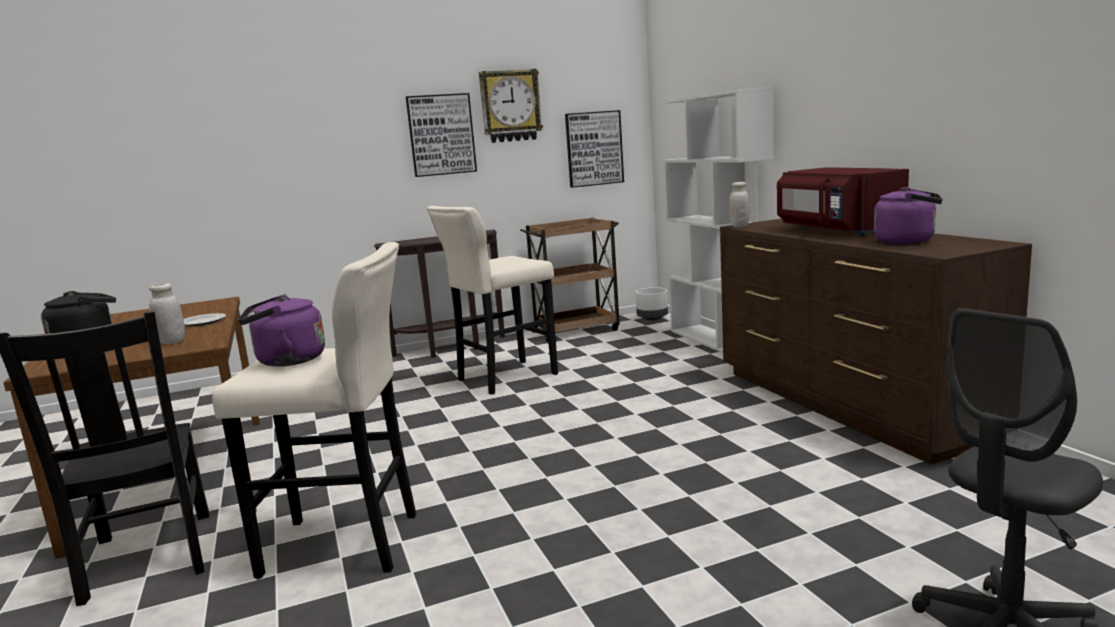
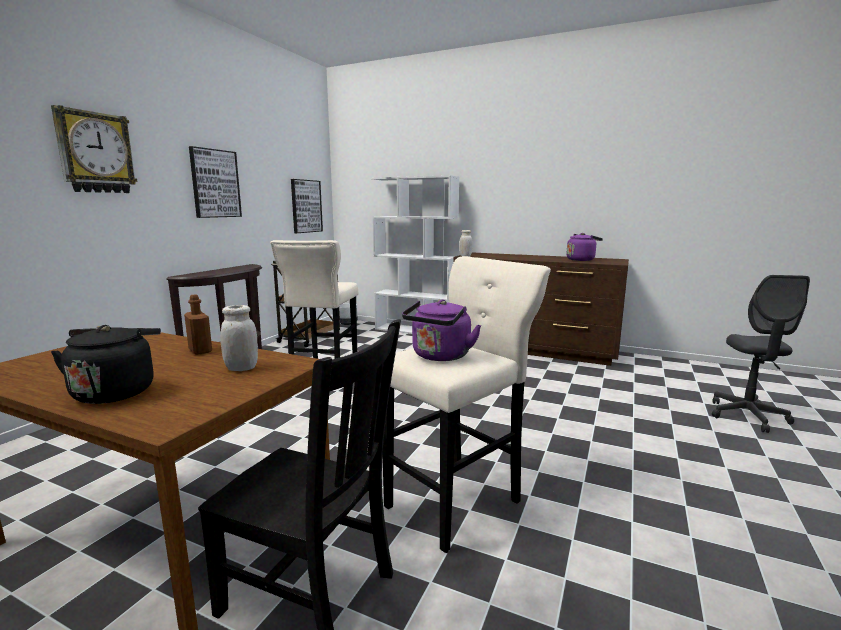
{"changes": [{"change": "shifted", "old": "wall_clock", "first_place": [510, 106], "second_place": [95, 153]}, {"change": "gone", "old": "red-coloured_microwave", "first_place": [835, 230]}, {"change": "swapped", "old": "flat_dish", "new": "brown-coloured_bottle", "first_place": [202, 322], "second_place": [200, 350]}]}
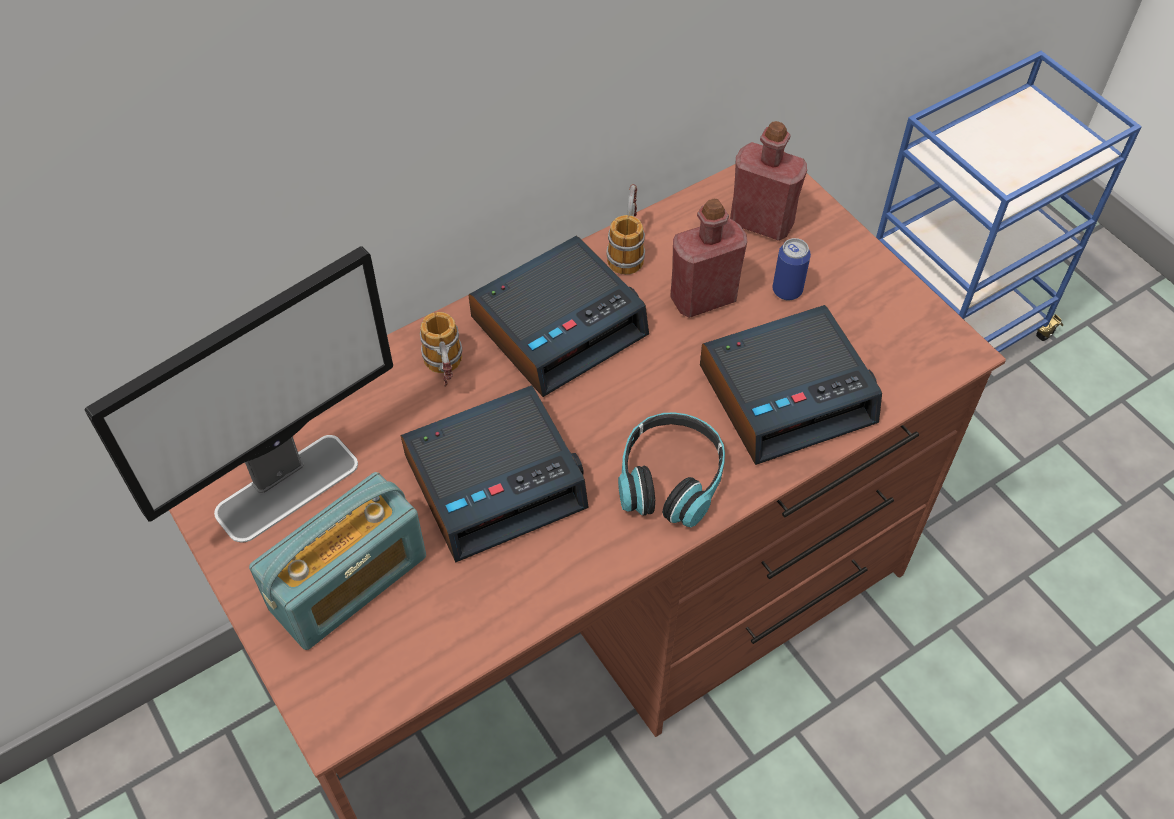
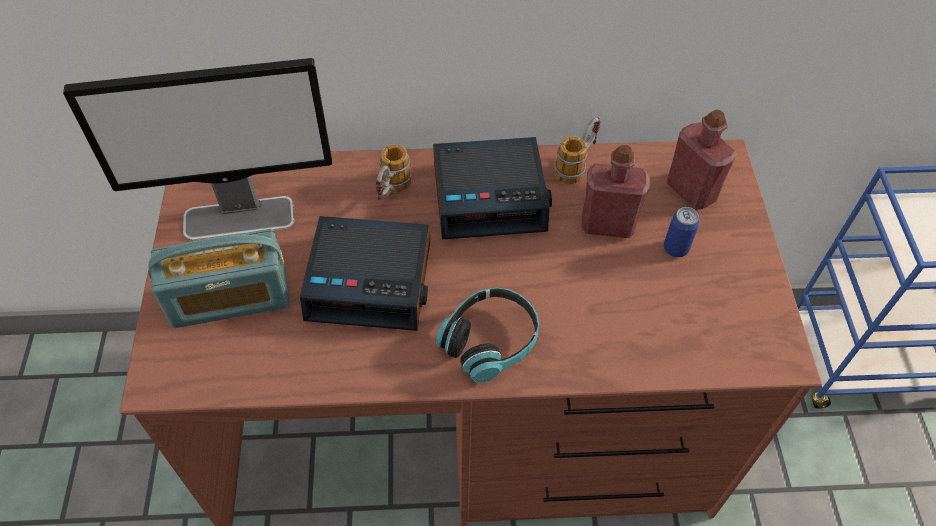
{"changes": [{"change": "gone", "old": "alarm_clock", "first_place": [787, 393]}]}
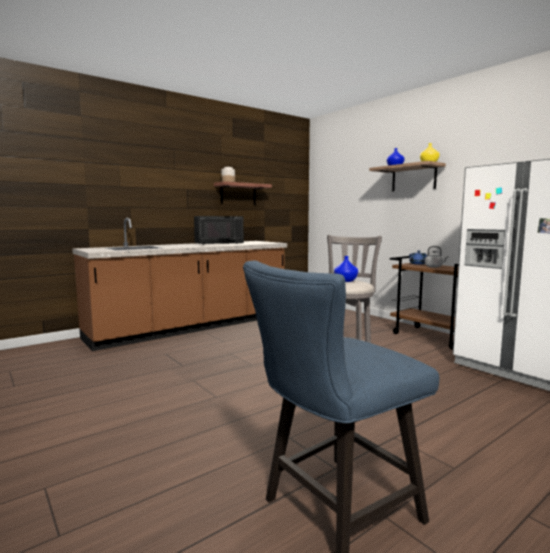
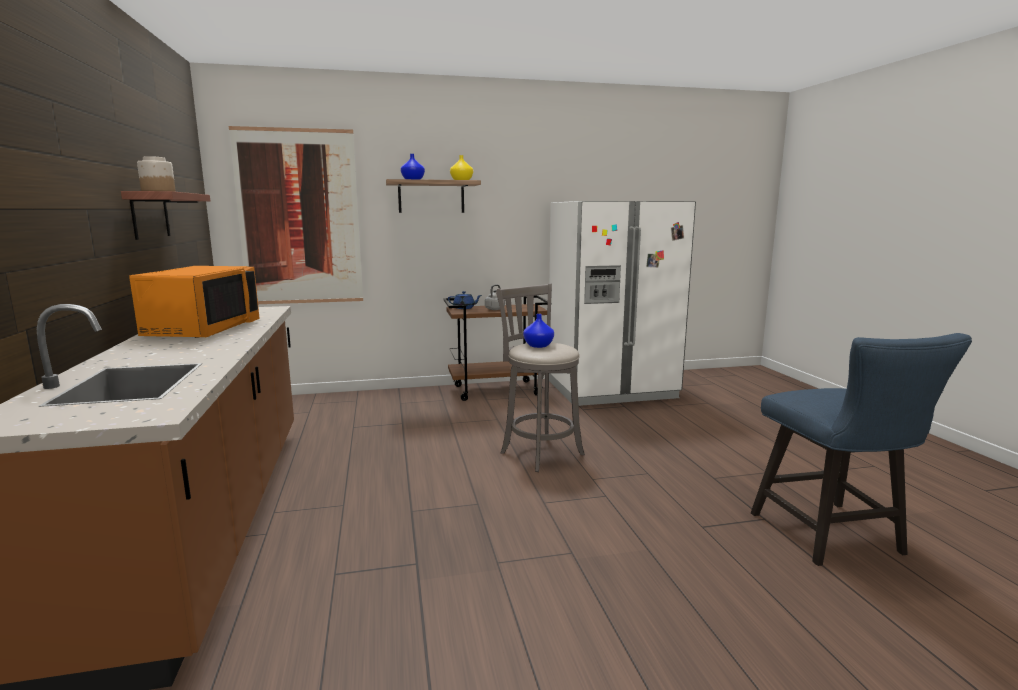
{"changes": [{"change": "repainted", "old": "black_microwave", "new": "orangey_microwave", "first_place": [218, 243], "second_place": [202, 329]}, {"change": "new", "new": "wall_picture", "second_place": [299, 218]}]}
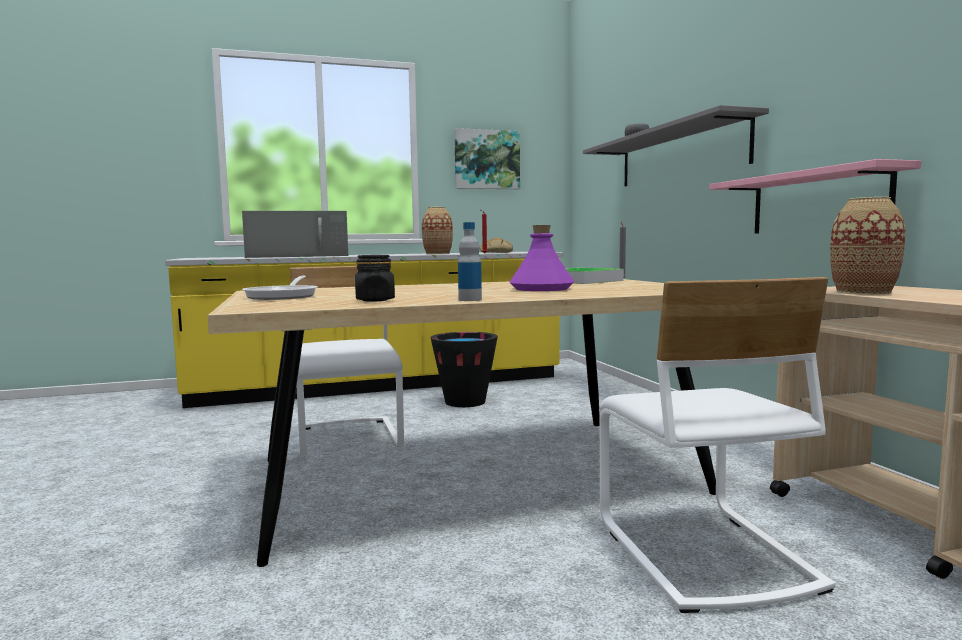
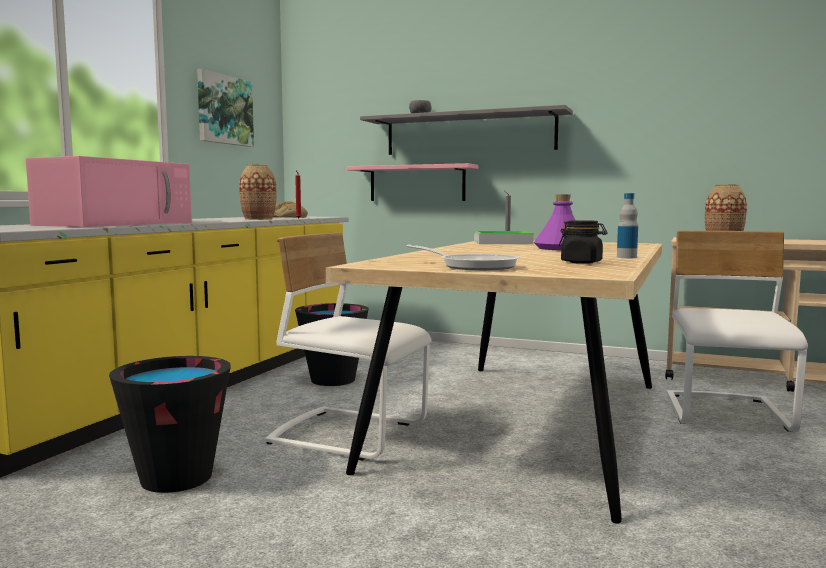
{"changes": [{"change": "shifted", "old": "pink-coloured_bracket_shelf", "first_place": [817, 203], "second_place": [417, 183]}, {"change": "repainted", "old": "grey_microwave", "new": "pink-coloured_microwave", "first_place": [299, 256], "second_place": [118, 224]}, {"change": "rotated", "old": "whitish_upright_chair", "first_place": [702, 554], "second_place": [727, 414], "degrees": -105}, {"change": "new", "new": "black_bucket", "second_place": [176, 478]}]}
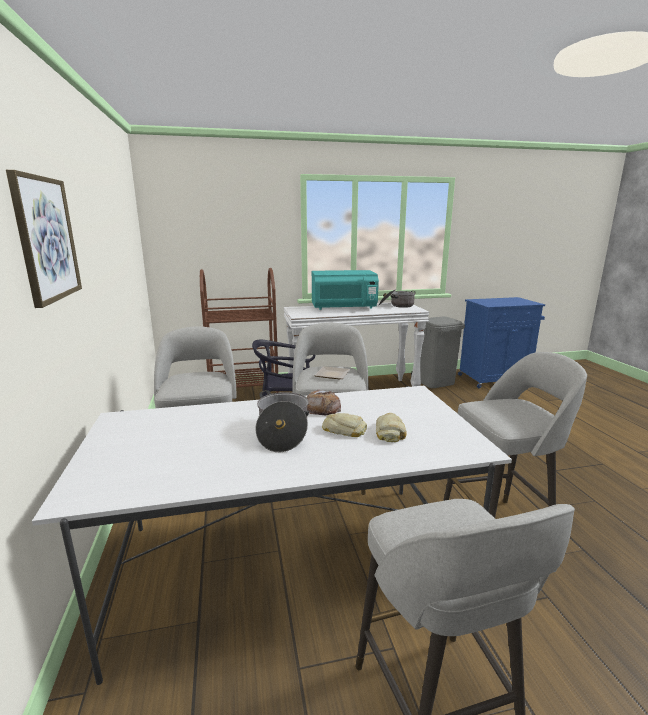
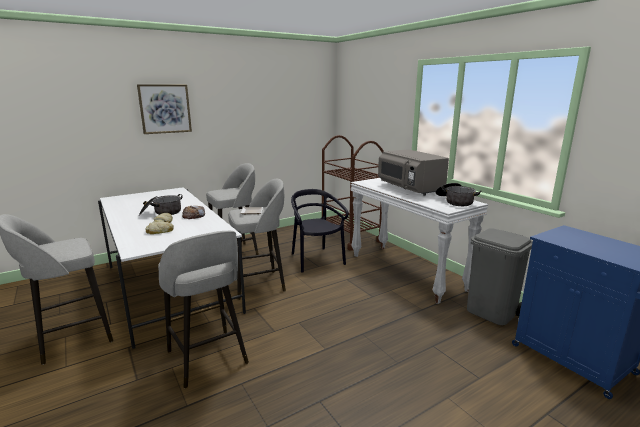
{"changes": [{"change": "repainted", "old": "blue-green_microwave", "new": "grey_microwave", "first_place": [343, 308], "second_place": [410, 188]}]}
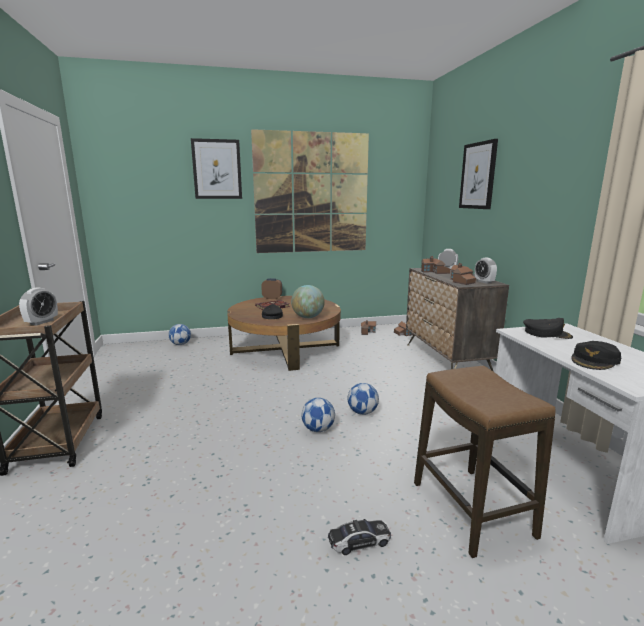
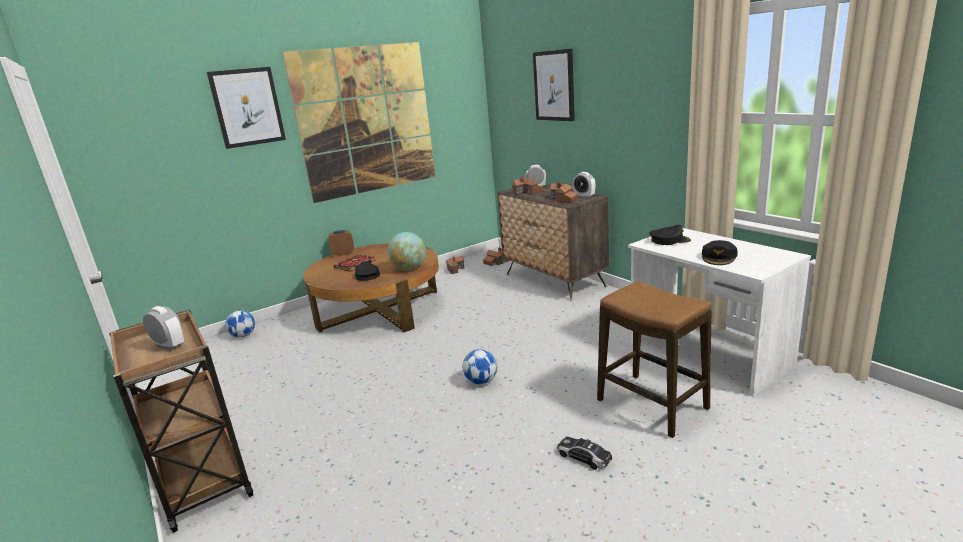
{"changes": [{"change": "rotated", "old": "alarm_clock", "first_place": [42, 322], "second_place": [169, 346], "degrees": -60}, {"change": "gone", "old": "ball_for_football", "first_place": [362, 412]}, {"change": "rotated", "old": "toy_car", "first_place": [359, 541], "second_place": [584, 457], "degrees": -105}]}
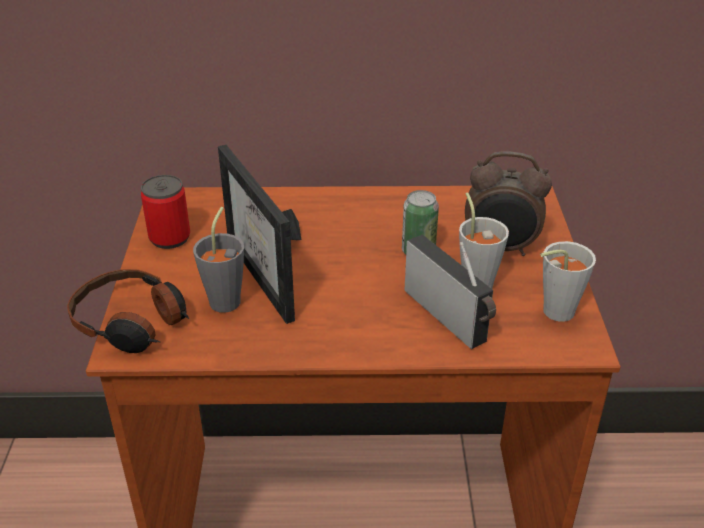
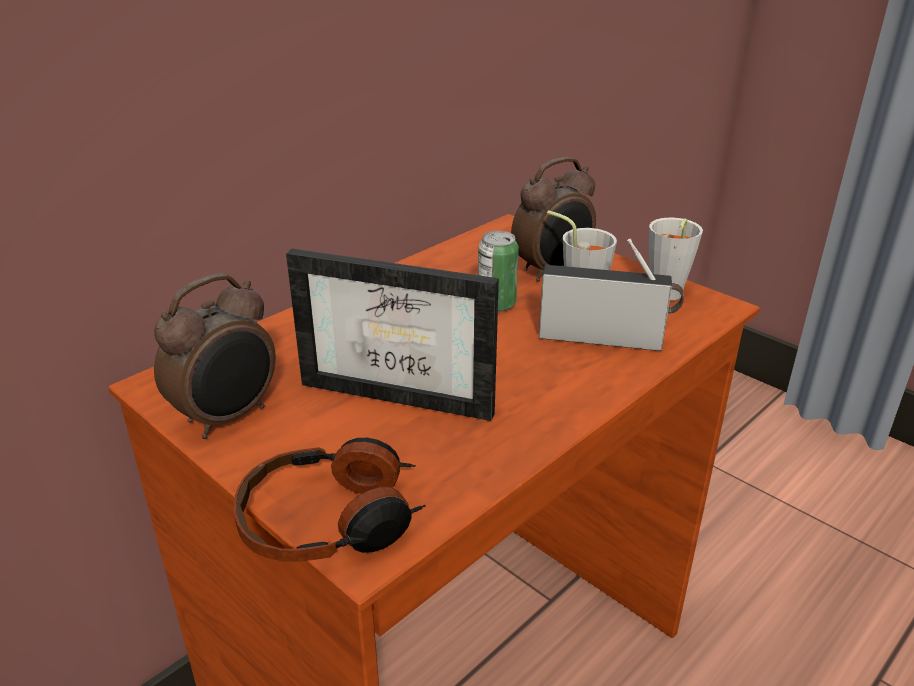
{"changes": [{"change": "swapped", "old": "metal_can", "new": "alarm_clock", "first_place": [170, 238], "second_place": [229, 417]}, {"change": "gone", "old": "grey_small_cup", "first_place": [227, 298]}]}
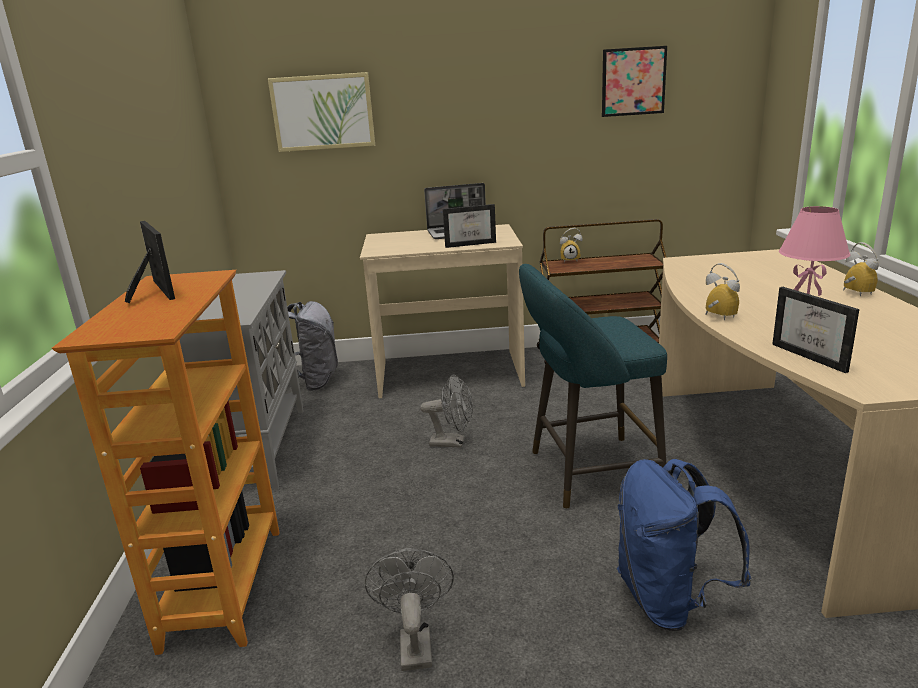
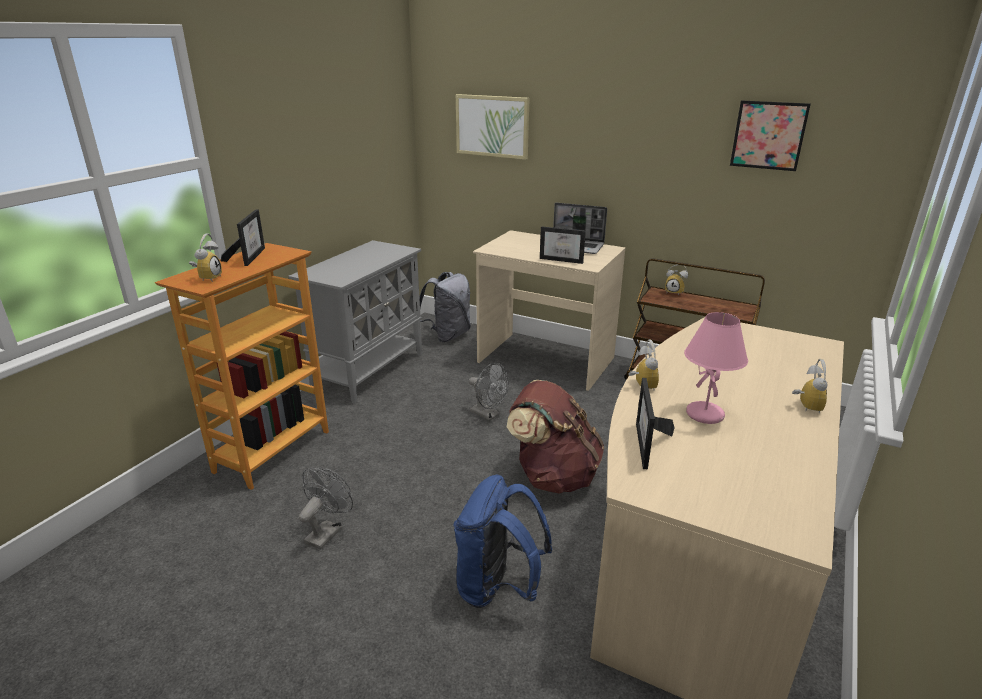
{"changes": [{"change": "swapped", "old": "blue-green_stool", "new": "brown-coloured_knapsack", "first_place": [587, 473], "second_place": [553, 476]}, {"change": "new", "new": "alarm_clock", "second_place": [208, 278]}]}
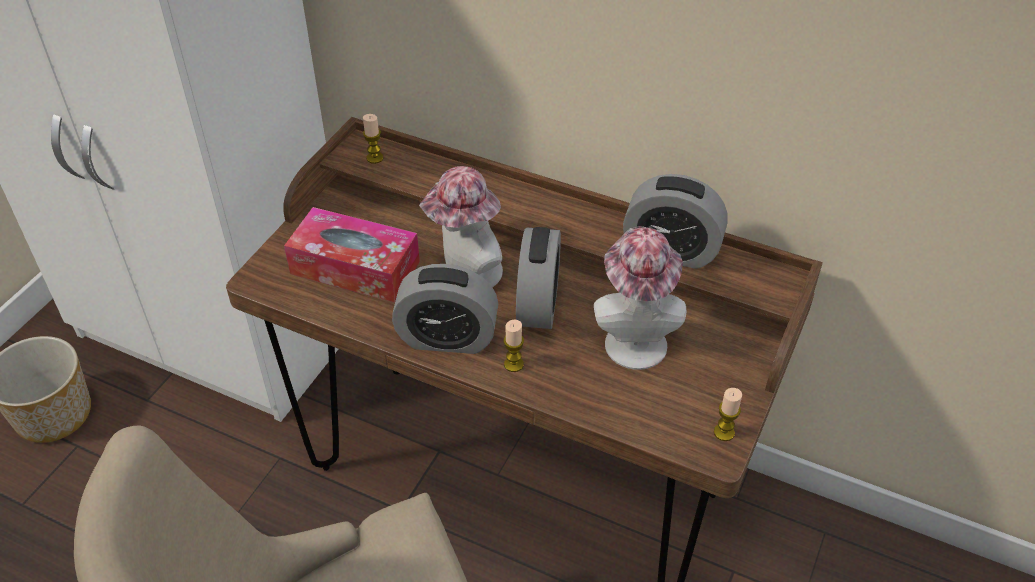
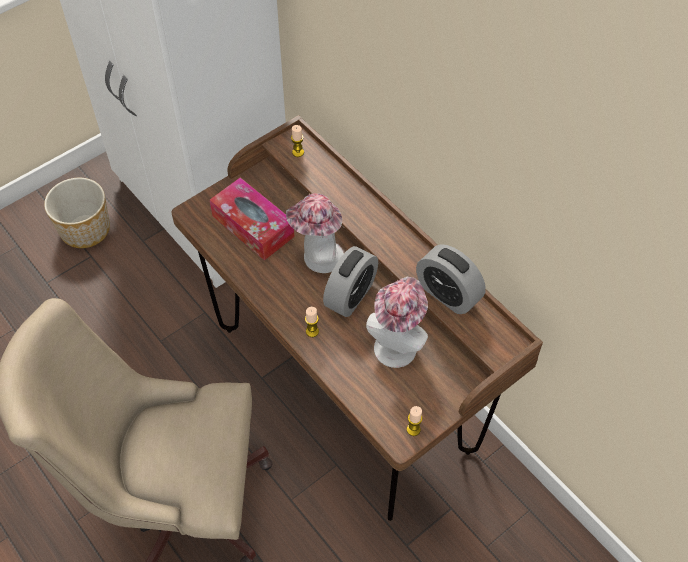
{"changes": [{"change": "gone", "old": "alarm_clock", "first_place": [447, 338]}]}
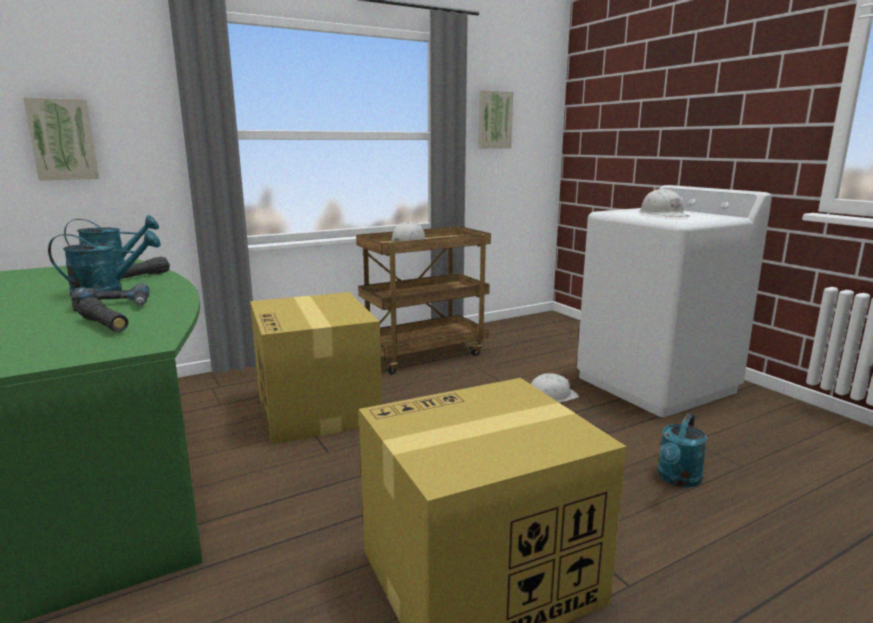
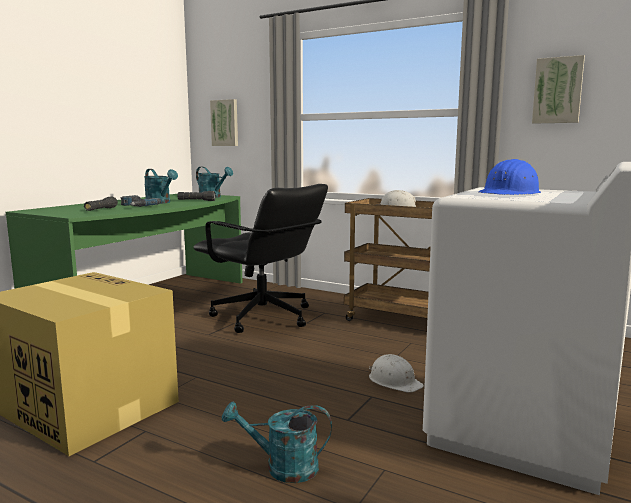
{"changes": [{"change": "repainted", "old": "whitish_hard_hat", "new": "blue-coloured_hard_hat", "first_place": [663, 215], "second_place": [510, 193]}, {"change": "swapped", "old": "cardboard_box", "new": "black_computer_chair", "first_place": [318, 409], "second_place": [263, 317]}]}
